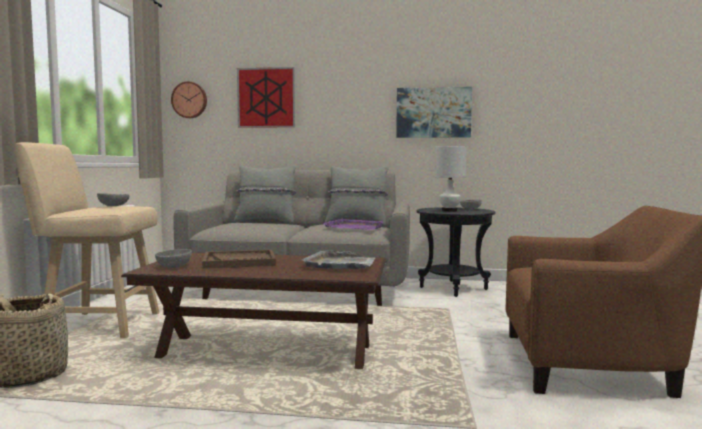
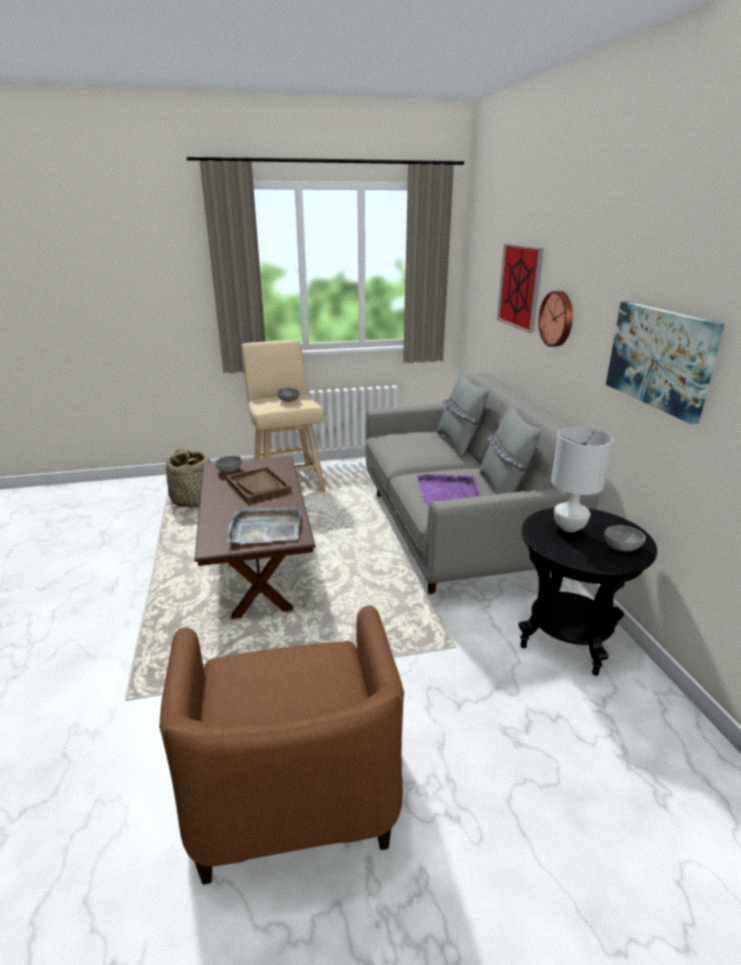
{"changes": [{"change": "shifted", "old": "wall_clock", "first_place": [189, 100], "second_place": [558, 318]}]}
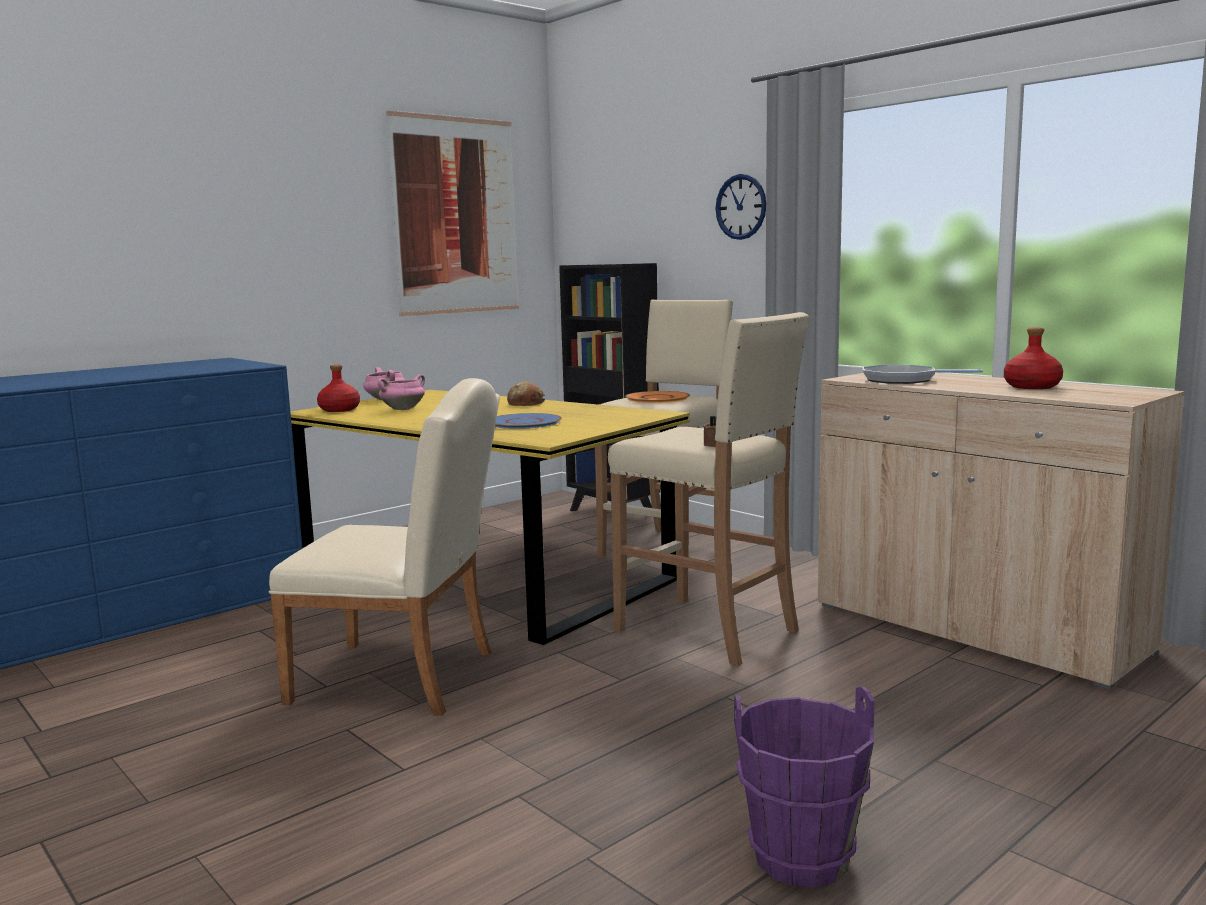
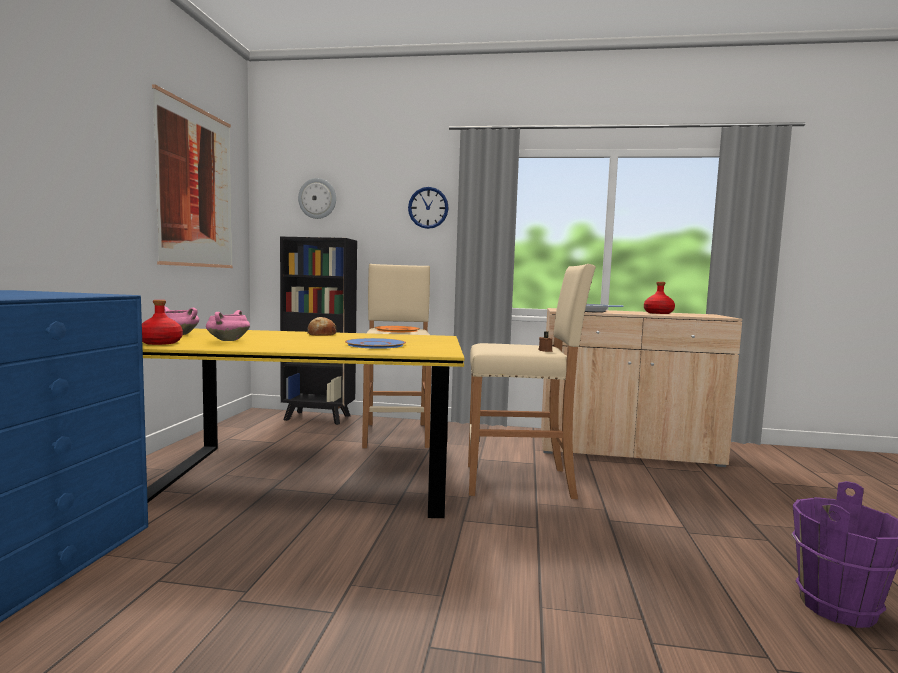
{"changes": [{"change": "gone", "old": "beige_upright_chair", "first_place": [406, 678]}, {"change": "new", "new": "wall_clock", "second_place": [317, 198]}]}
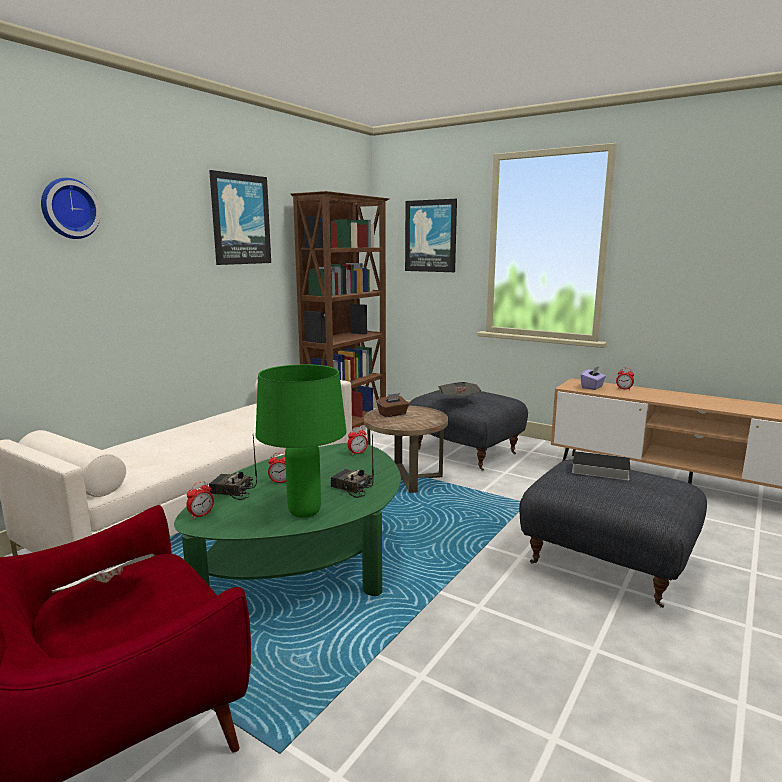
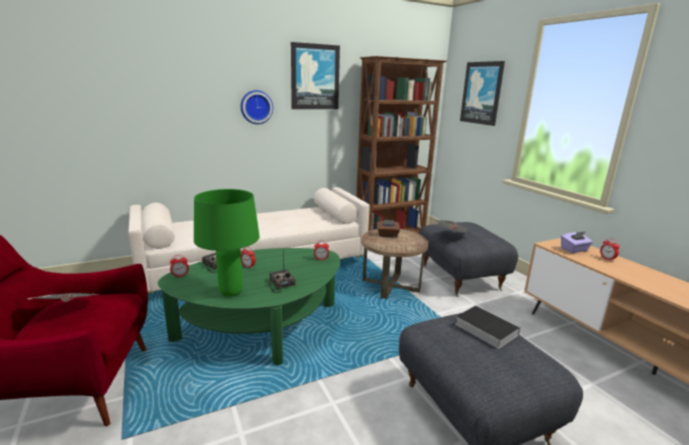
{"changes": [{"change": "shifted", "old": "wall_clock", "first_place": [69, 208], "second_place": [256, 107]}]}
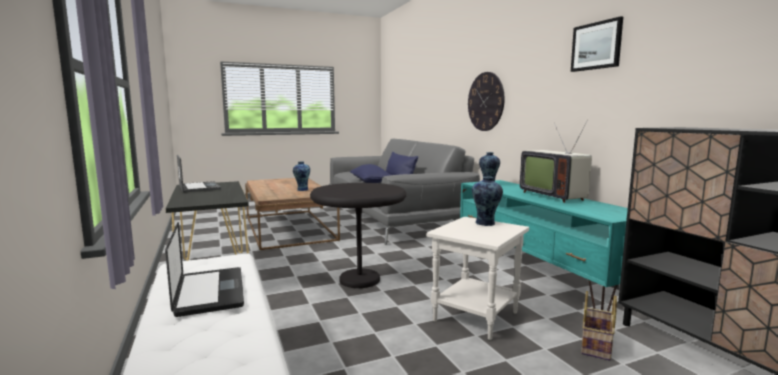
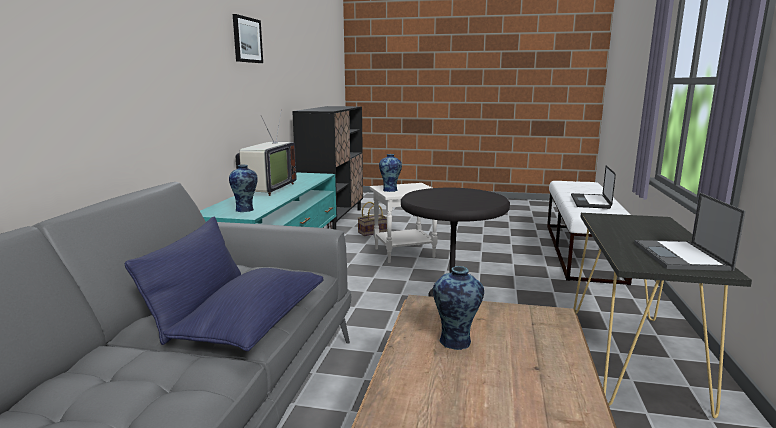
{"changes": [{"change": "gone", "old": "wall_clock", "first_place": [485, 101]}]}
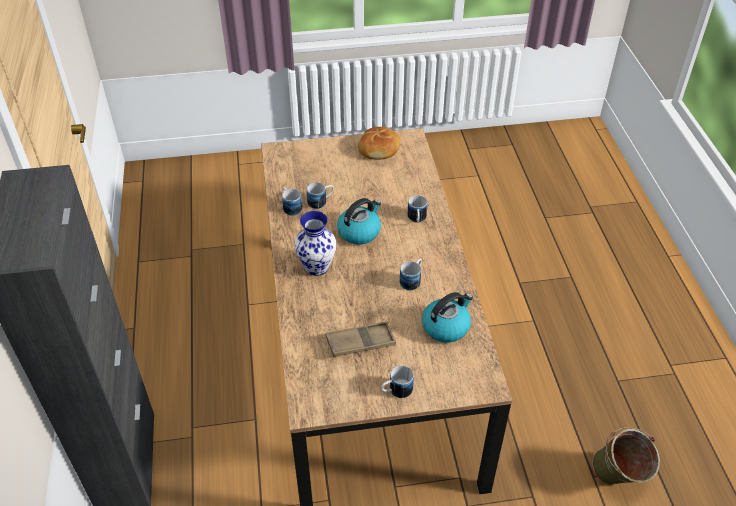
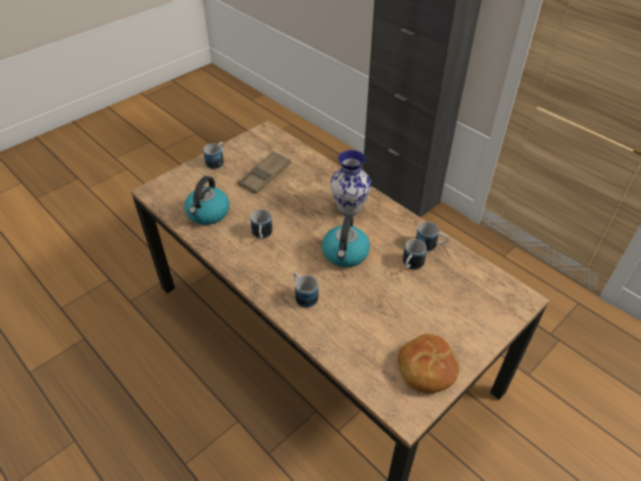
{"changes": [{"change": "gone", "old": "greenish_bucket", "first_place": [618, 479]}]}
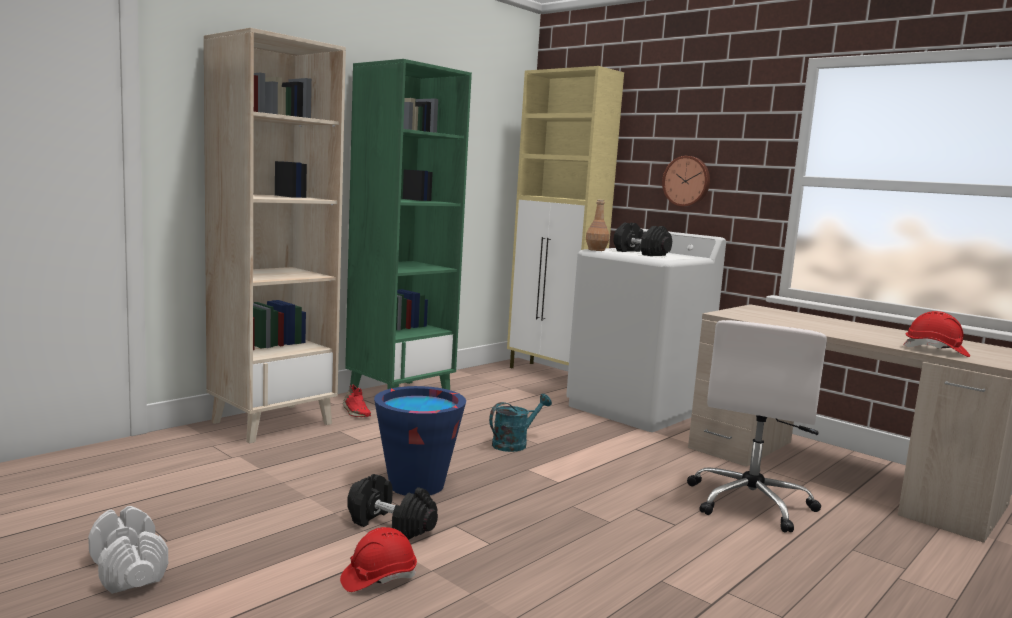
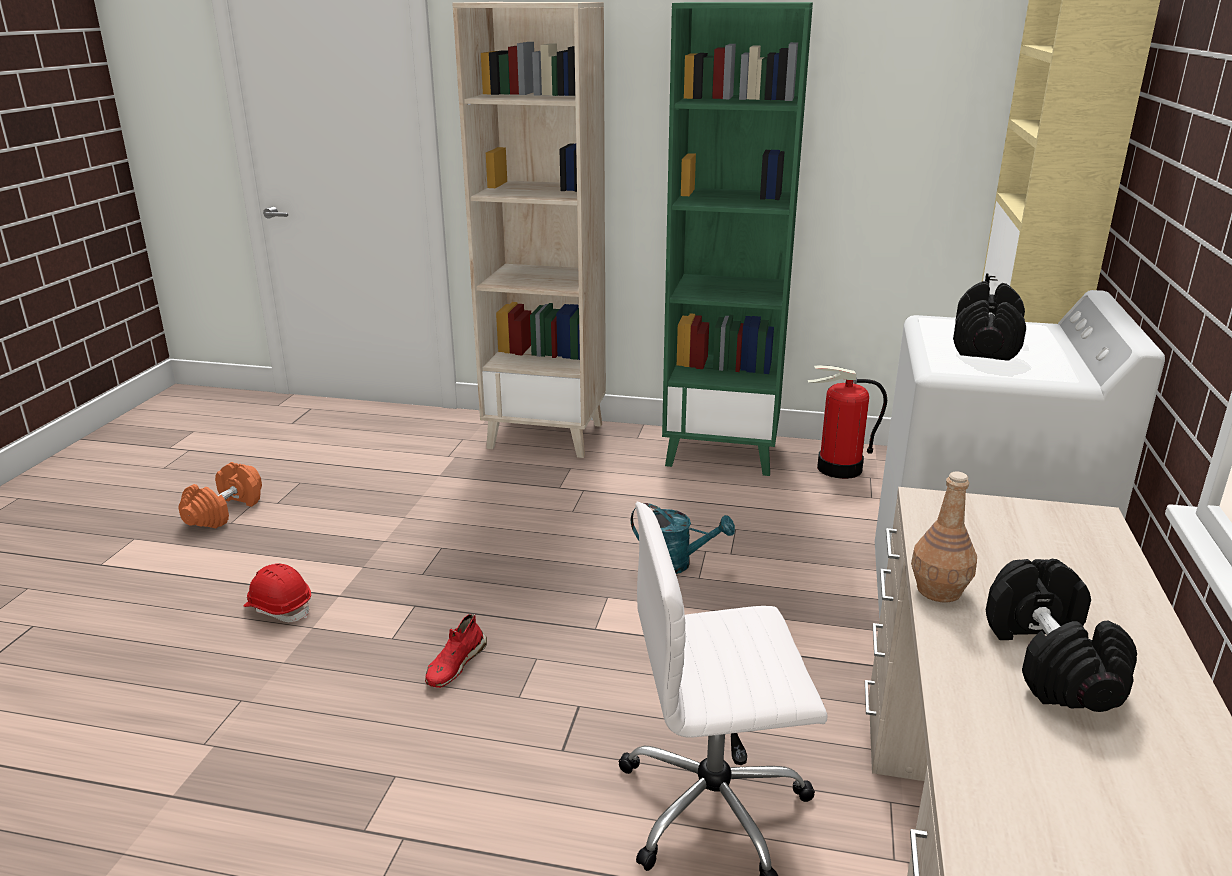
{"changes": [{"change": "gone", "old": "wall_clock", "first_place": [687, 181]}, {"change": "shifted", "old": "brown-coloured_bottle", "first_place": [596, 250], "second_place": [938, 590]}, {"change": "gone", "old": "red-coloured_hard_hat", "first_place": [936, 351]}, {"change": "shifted", "old": "red-coloured_shoe", "first_place": [355, 413], "second_place": [455, 664]}, {"change": "gone", "old": "blue-coloured_bucket", "first_place": [416, 485]}, {"change": "shifted", "old": "black_free_weight", "first_place": [391, 525], "second_place": [1051, 662]}, {"change": "repainted", "old": "whitish_free_weight", "new": "orangey_free_weight", "first_place": [129, 570], "second_place": [224, 511]}, {"change": "new", "new": "fire_extinguisher", "second_place": [839, 468]}]}
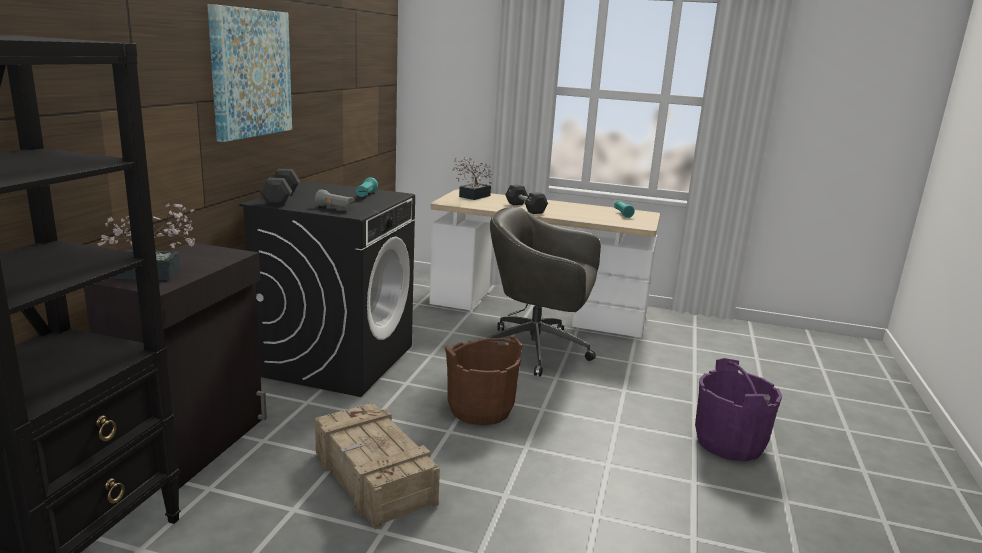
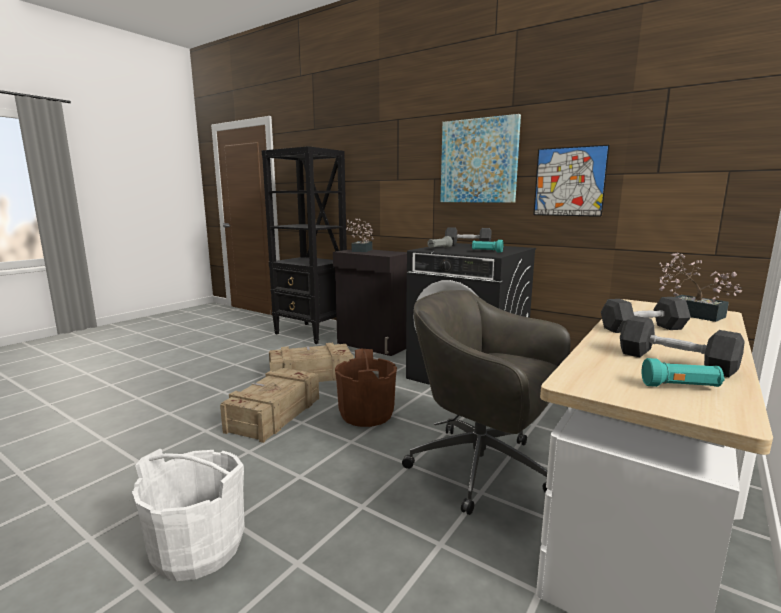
{"changes": [{"change": "rotated", "old": "grey_computer_chair", "first_place": [538, 350], "second_place": [483, 469], "degrees": -90}, {"change": "repainted", "old": "purple_bucket", "new": "whitish_bucket", "first_place": [729, 443], "second_place": [198, 548]}, {"change": "new", "new": "wall_picture", "second_place": [569, 181]}, {"change": "new", "new": "black_free_weight", "second_place": [675, 362]}, {"change": "new", "new": "crate", "second_place": [273, 414]}]}
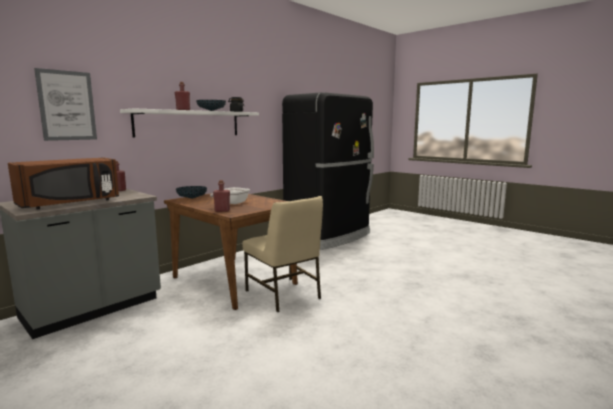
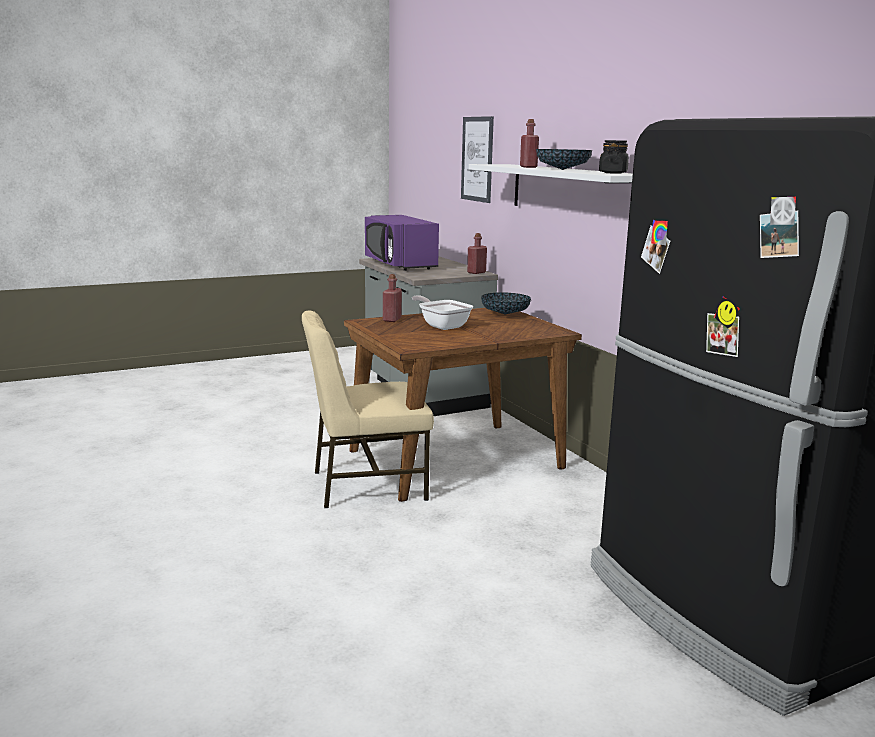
{"changes": [{"change": "repainted", "old": "brown-coloured_microwave", "new": "purple_microwave", "first_place": [70, 203], "second_place": [399, 264]}]}
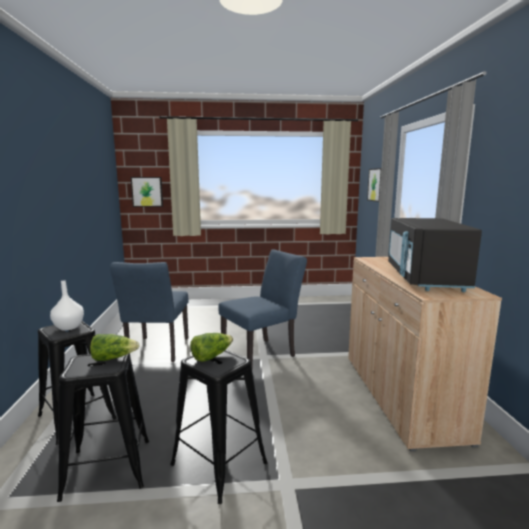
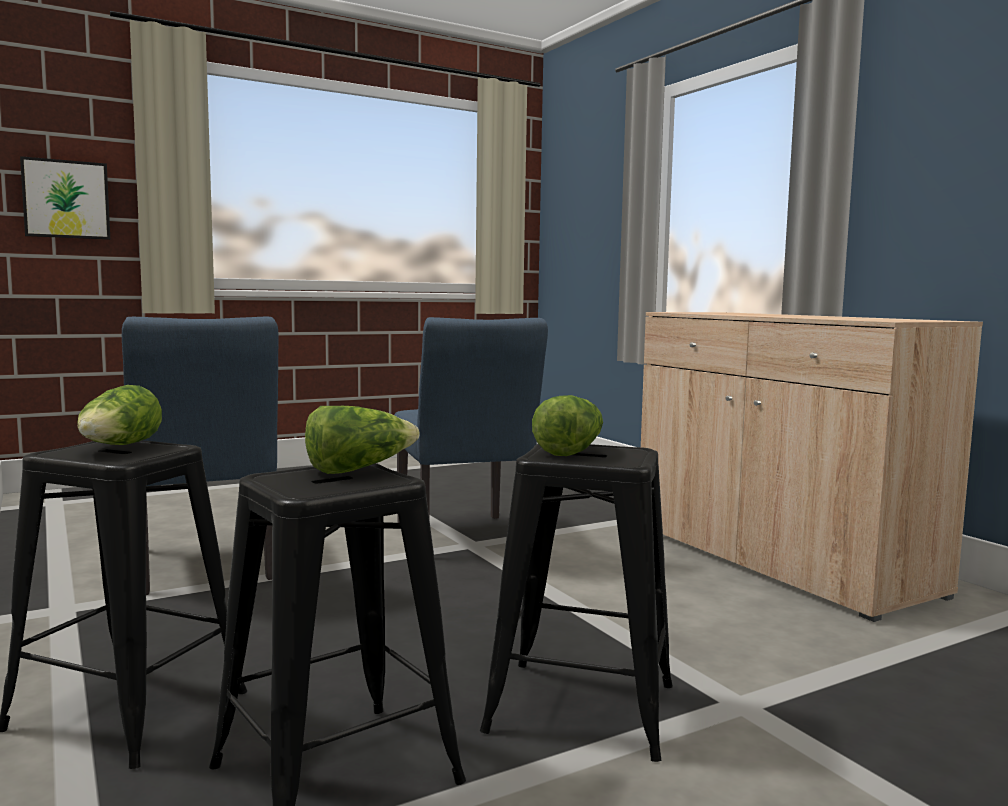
{"changes": [{"change": "gone", "old": "wall_picture", "first_place": [377, 184]}, {"change": "gone", "old": "black_microwave", "first_place": [424, 278]}, {"change": "rotated", "old": "blue-coloured_upright_chair", "first_place": [263, 353], "second_place": [464, 540], "degrees": 135}, {"change": "swapped", "old": "whitish_decorative_vase", "new": "lettuce", "first_place": [69, 327], "second_place": [119, 447]}]}
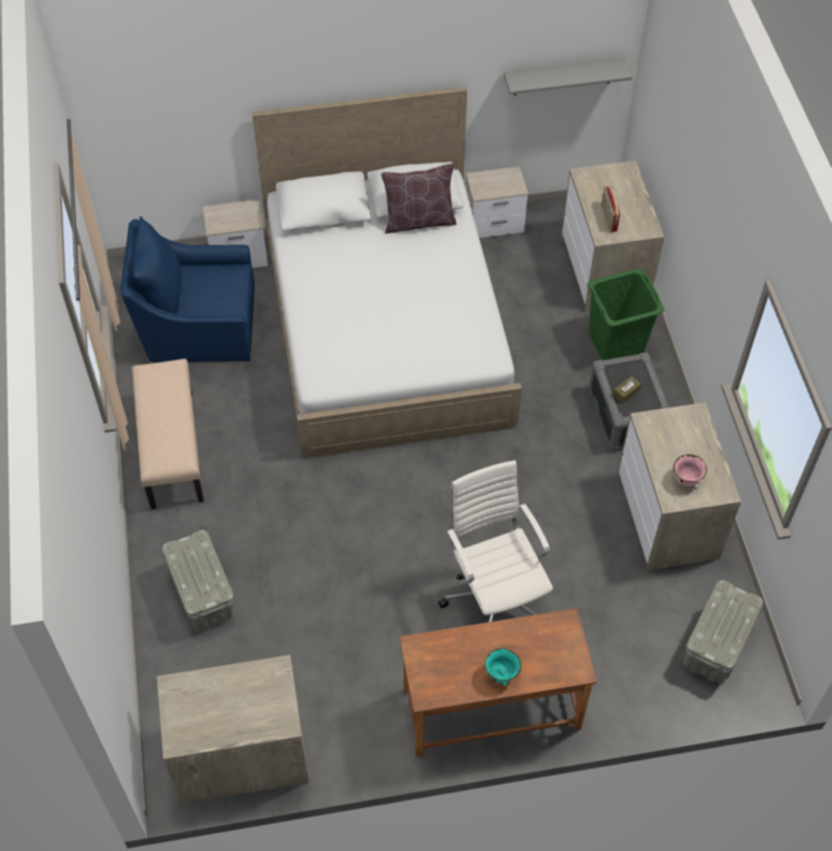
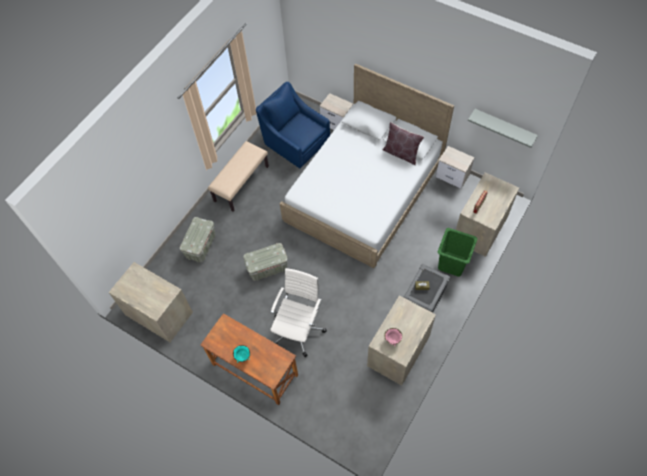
{"changes": [{"change": "shifted", "old": "grey_storage_container", "first_place": [716, 646], "second_place": [267, 268]}]}
